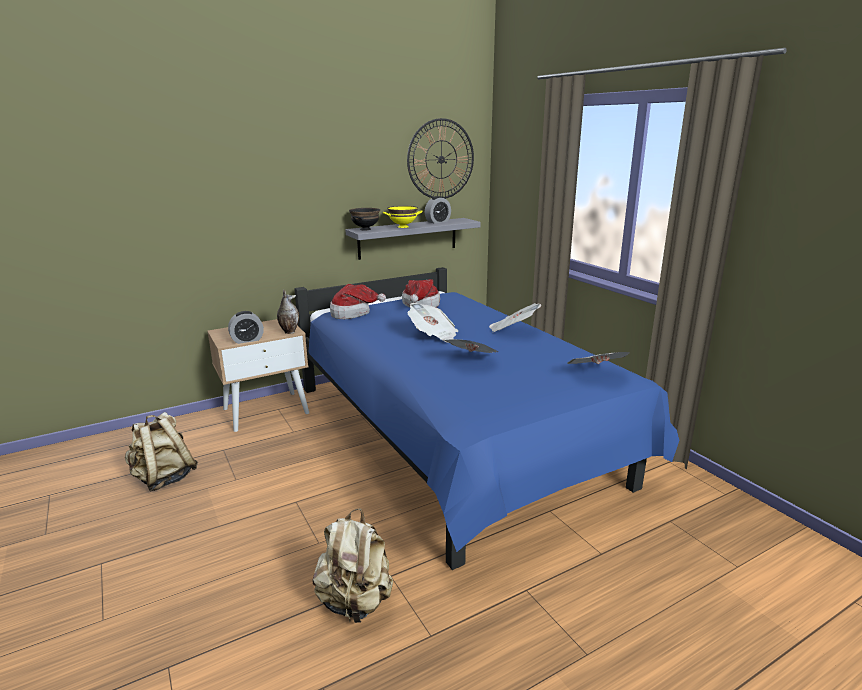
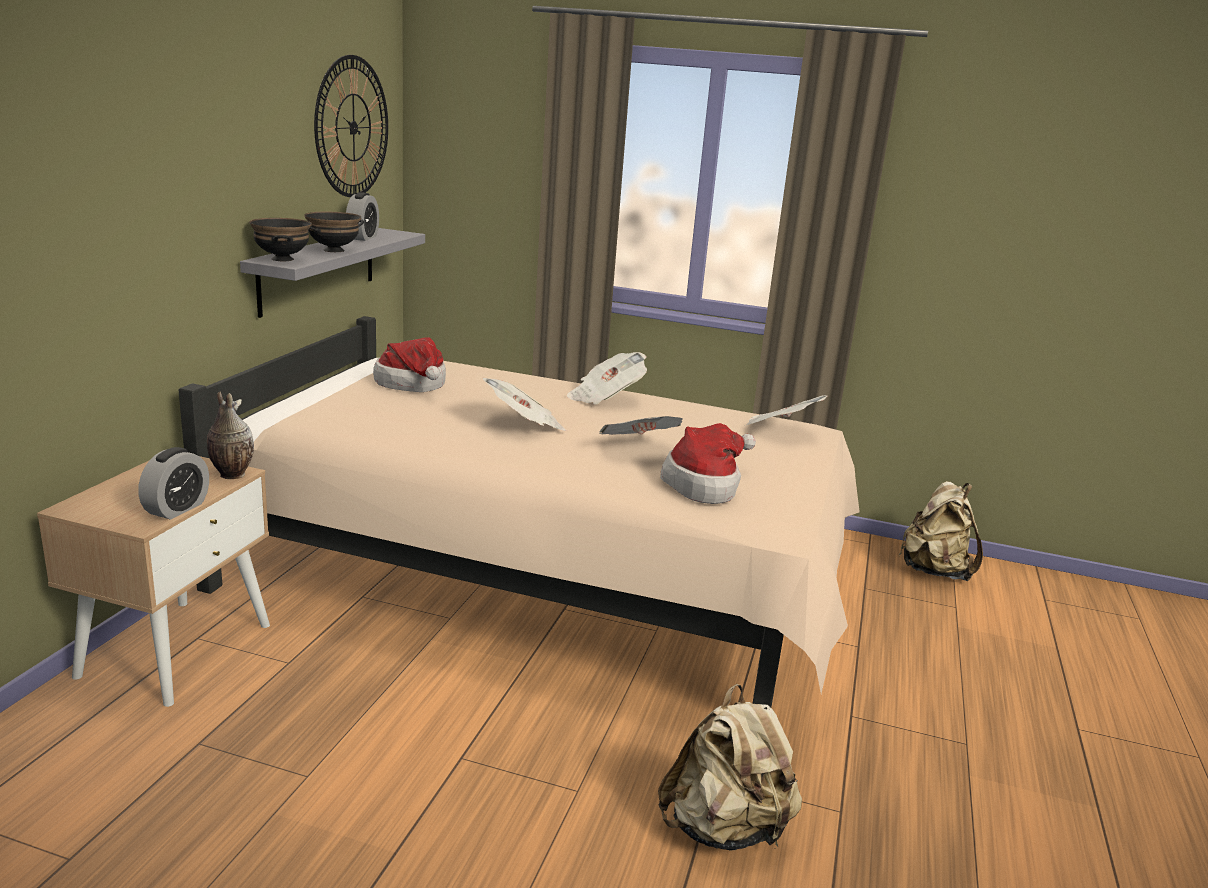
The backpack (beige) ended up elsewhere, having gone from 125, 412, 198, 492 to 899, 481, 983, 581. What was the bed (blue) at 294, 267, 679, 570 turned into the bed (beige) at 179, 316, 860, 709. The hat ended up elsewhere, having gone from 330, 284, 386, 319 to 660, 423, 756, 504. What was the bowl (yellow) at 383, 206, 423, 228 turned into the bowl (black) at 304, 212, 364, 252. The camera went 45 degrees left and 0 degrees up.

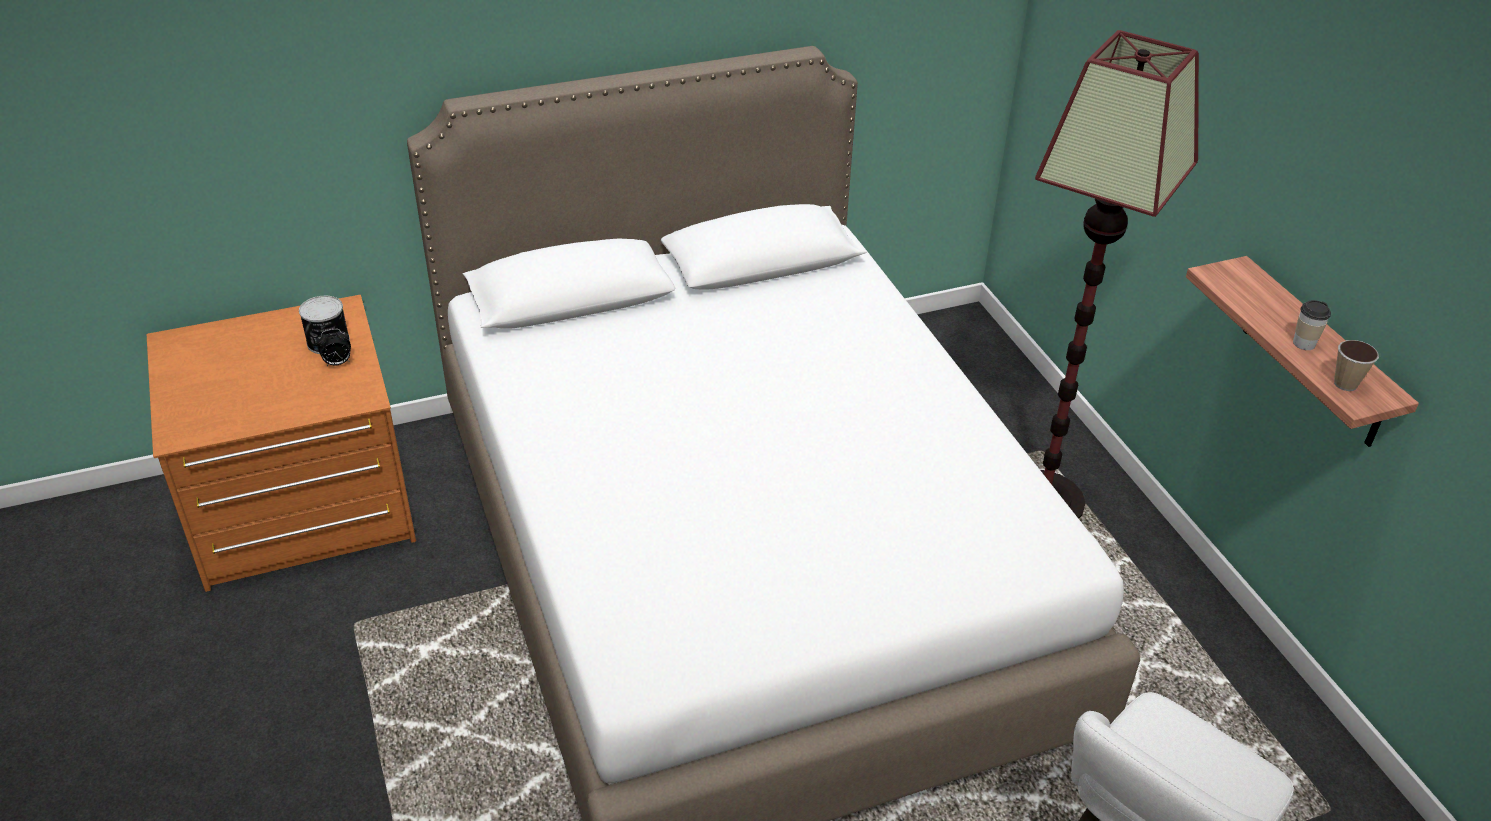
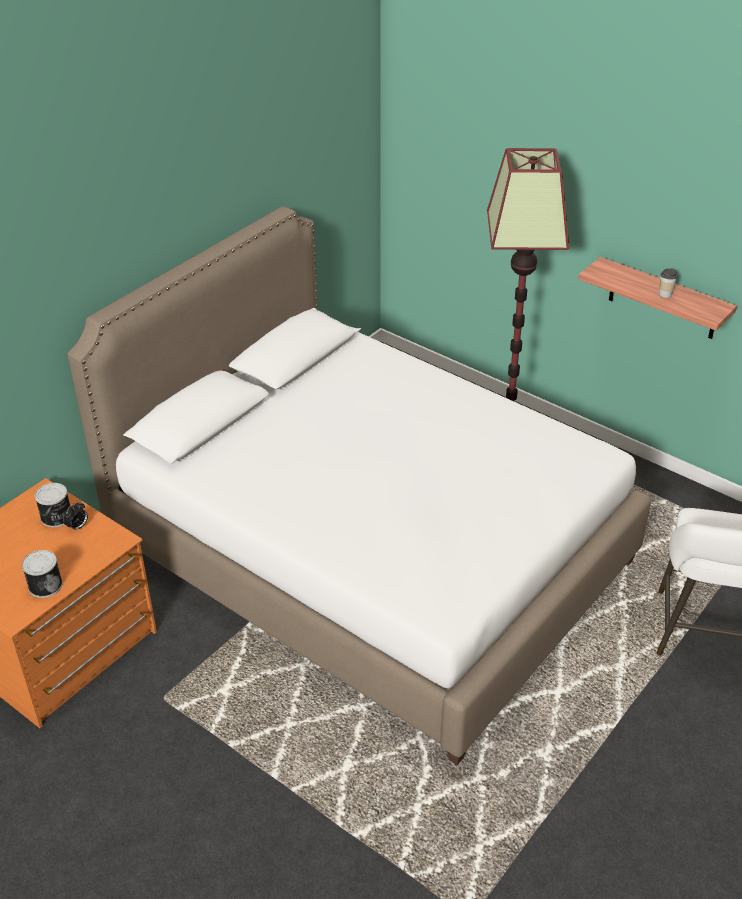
The second view lost the cup at 1334, 340, 1379, 391. The second view gained the can at 22, 550, 63, 598. The camera went 30 degrees left and 0 degrees up.

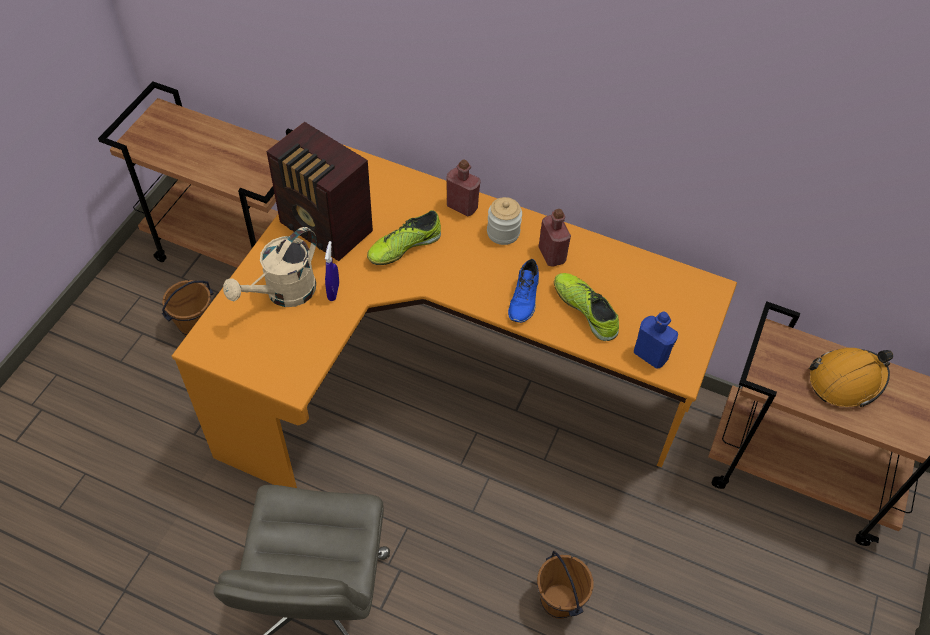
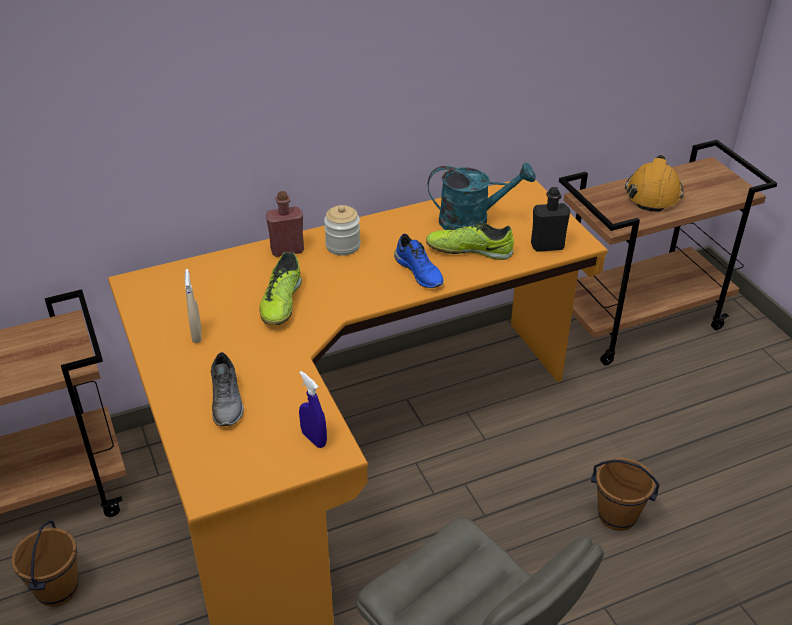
Where the watering can (beige) stood at 223, 227, 317, 307, the shoe (grey) came to stand at 211, 352, 244, 426. Where the radio stood at 266, 122, 373, 261, the spray bottle (beige) came to stand at 185, 269, 202, 343. The spray bottle (blue) ended up elsewhere, having gone from 325, 241, 339, 301 to 299, 371, 327, 448. The second view lost the bottle (red) at 538, 209, 571, 267. What was the bottle (blue) at 634, 311, 678, 369 turned into the bottle (black) at 531, 187, 570, 252. The second view gained the watering can (turquoise) at 428, 163, 536, 230. The camera went 45 degrees left and 15 degrees down.

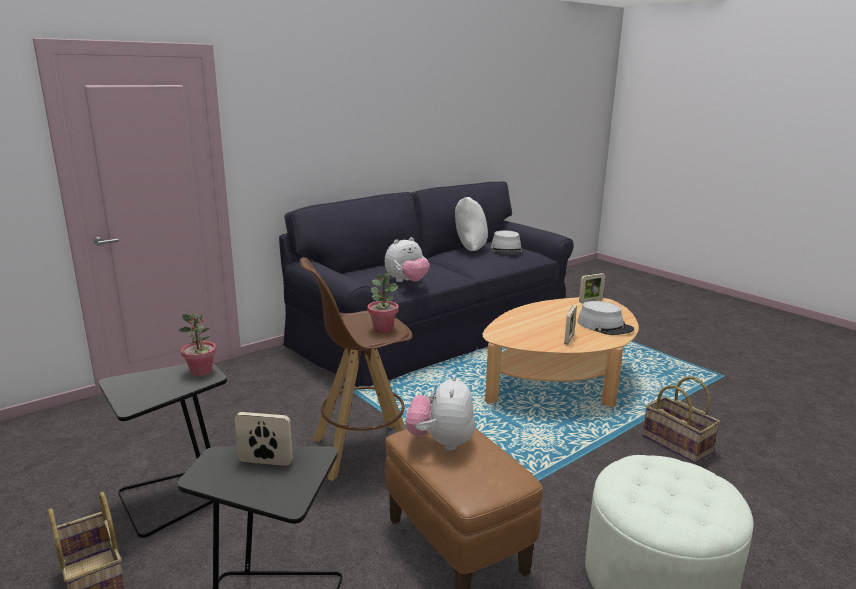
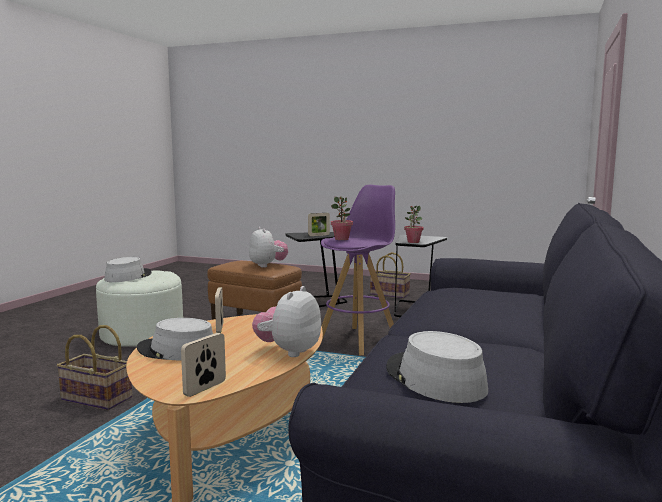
What was the stool (brown) at 300, 257, 412, 481 turned into the stool (purple) at 321, 184, 395, 355. The plush toy ended up elsewhere, having gone from 385, 237, 430, 282 to 252, 286, 321, 357. The second view lost the pillow (white) at 455, 197, 488, 251. The second view gained the hat (grey) at 104, 257, 152, 282. The camera went 150 degrees right and 10 degrees down.

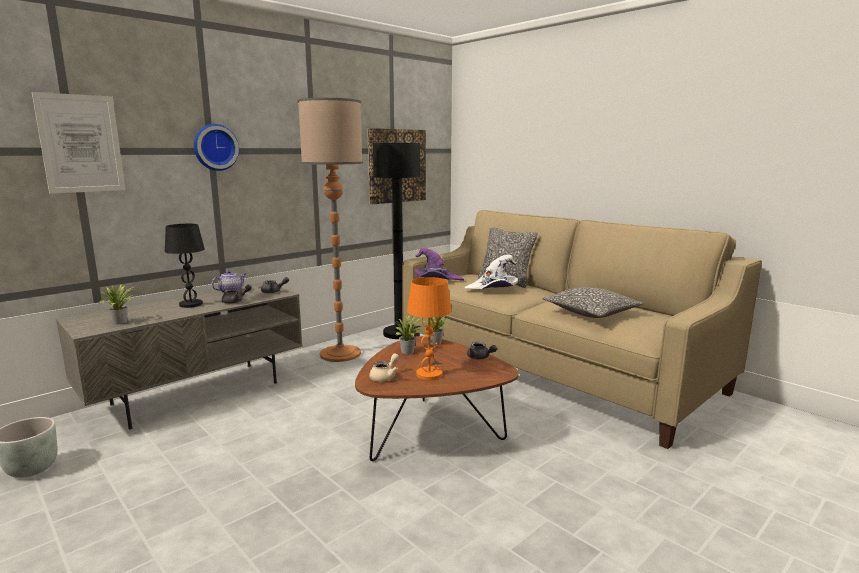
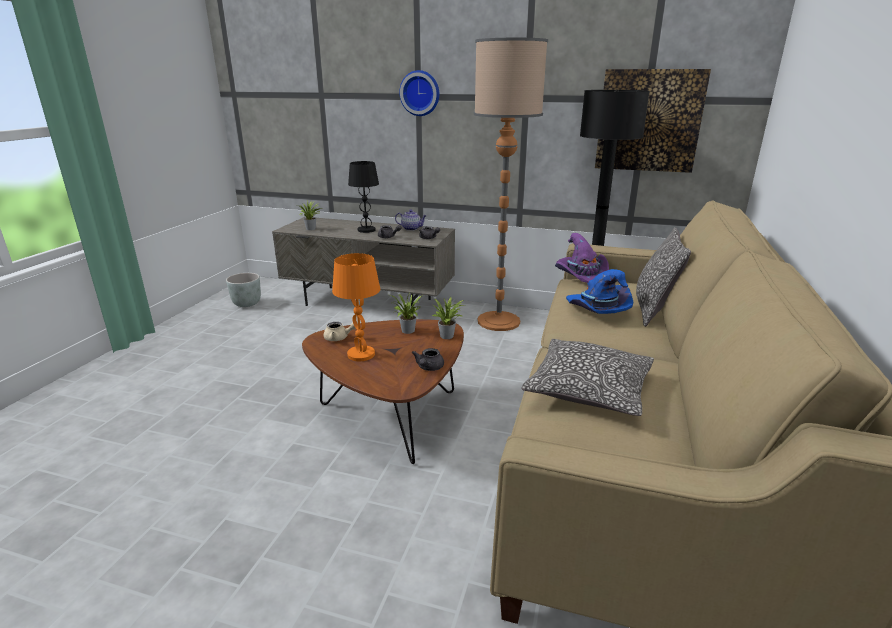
The second view lost the picture at 32, 92, 126, 194. What was the hat (white) at 464, 255, 518, 290 turned into the hat (blue) at 566, 269, 633, 314. The camera went 60 degrees right and 10 degrees up.

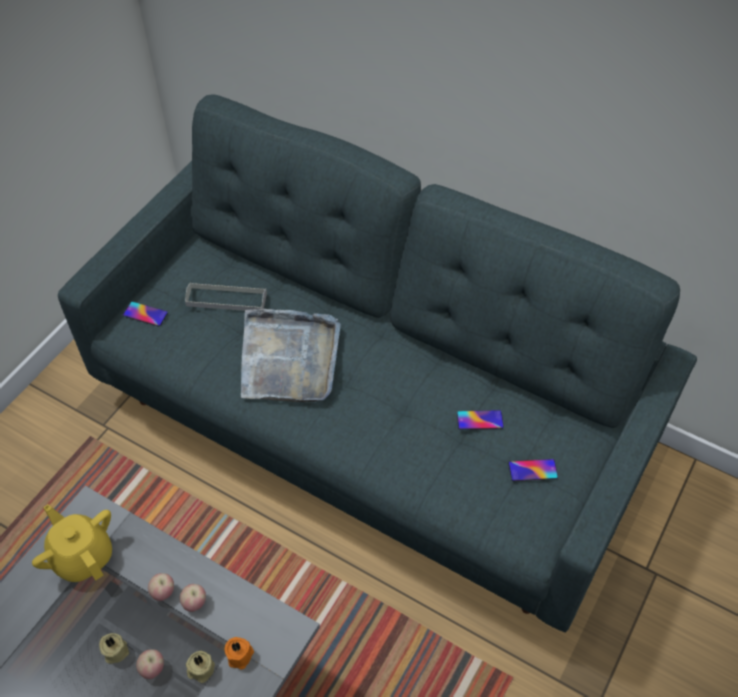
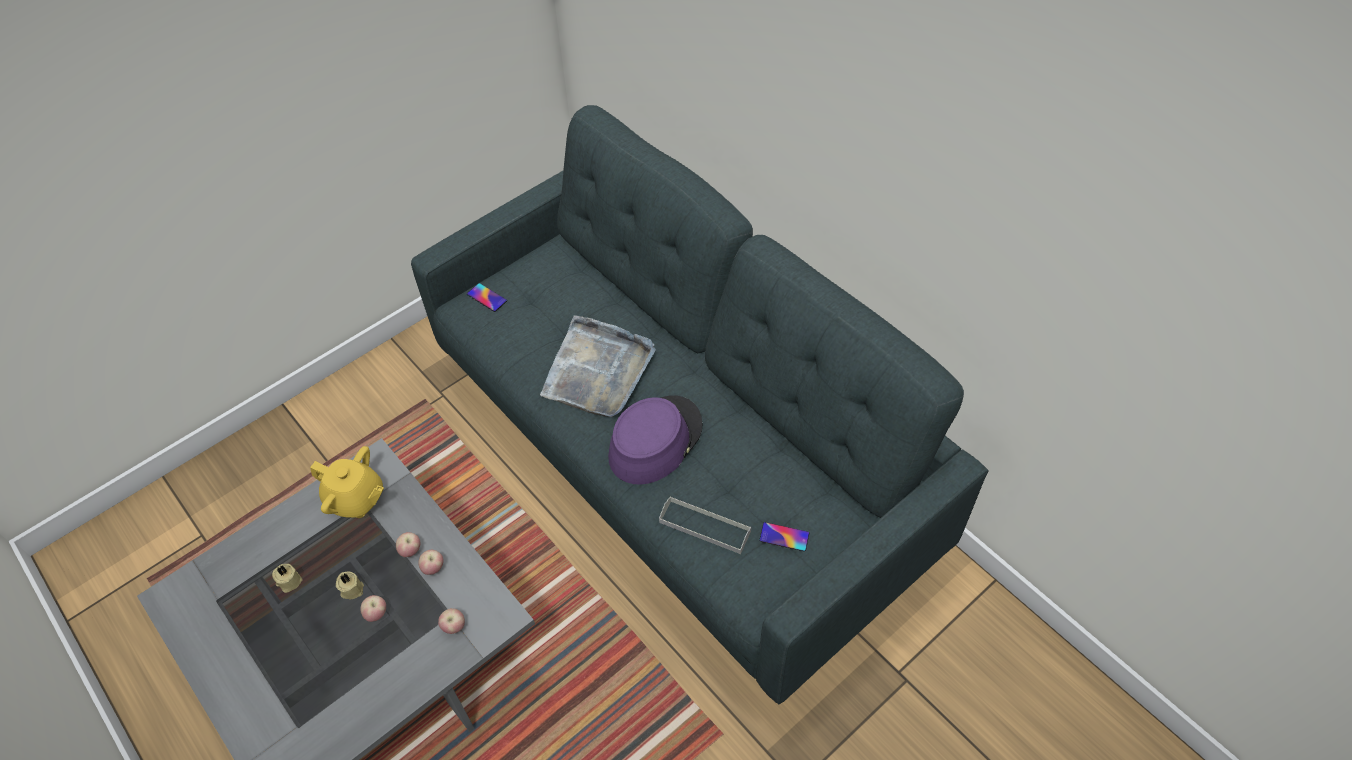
The teapot (yellow) at 32, 504, 112, 582 ended up facing another way, 135 degrees clockwise from before. The tray (grey) ended up elsewhere, having gone from 185, 283, 267, 311 to 659, 496, 751, 554. The candle (beige) ended up elsewhere, having gone from 186, 651, 215, 683 to 272, 564, 302, 593. Where the candle (orange) stood at 225, 637, 254, 669, the apple came to stand at 438, 608, 465, 634. The second view lost the phone at 457, 410, 504, 430. The second view gained the hat (purple) at 608, 396, 702, 485. The camera went 20 degrees right and 0 degrees up.

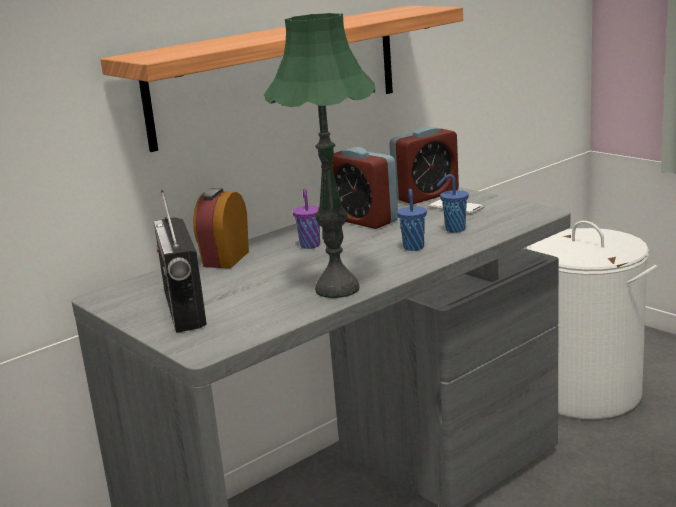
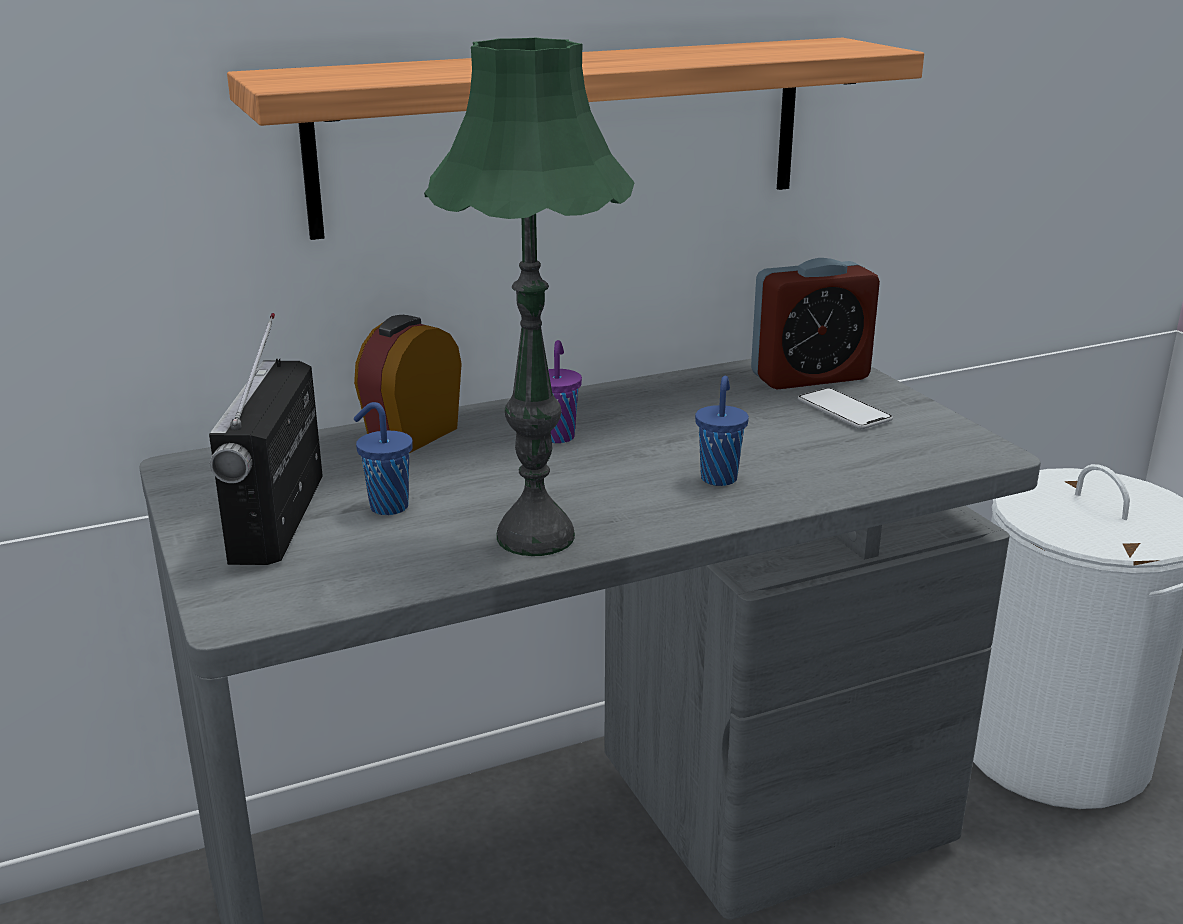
The second view lost the alarm clock at 332, 147, 398, 229. The cup (blue) ended up elsewhere, having gone from 437, 174, 469, 233 to 354, 402, 413, 515. The camera went 15 degrees right and 5 degrees up.

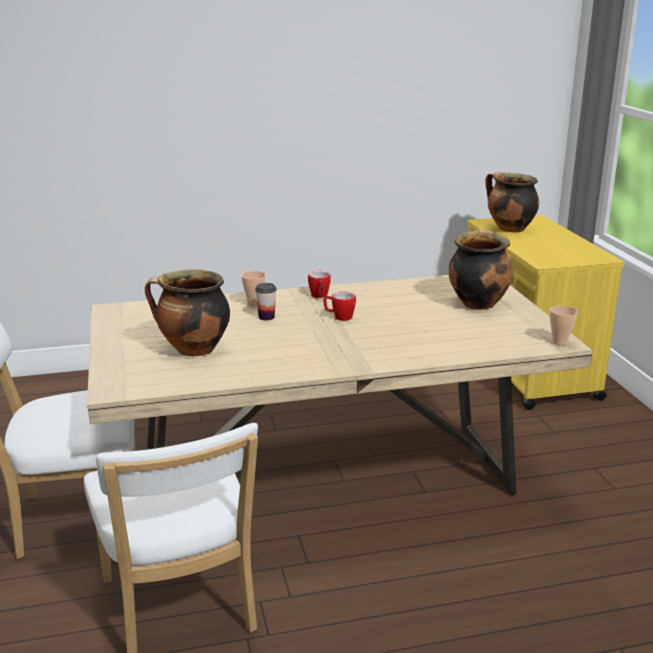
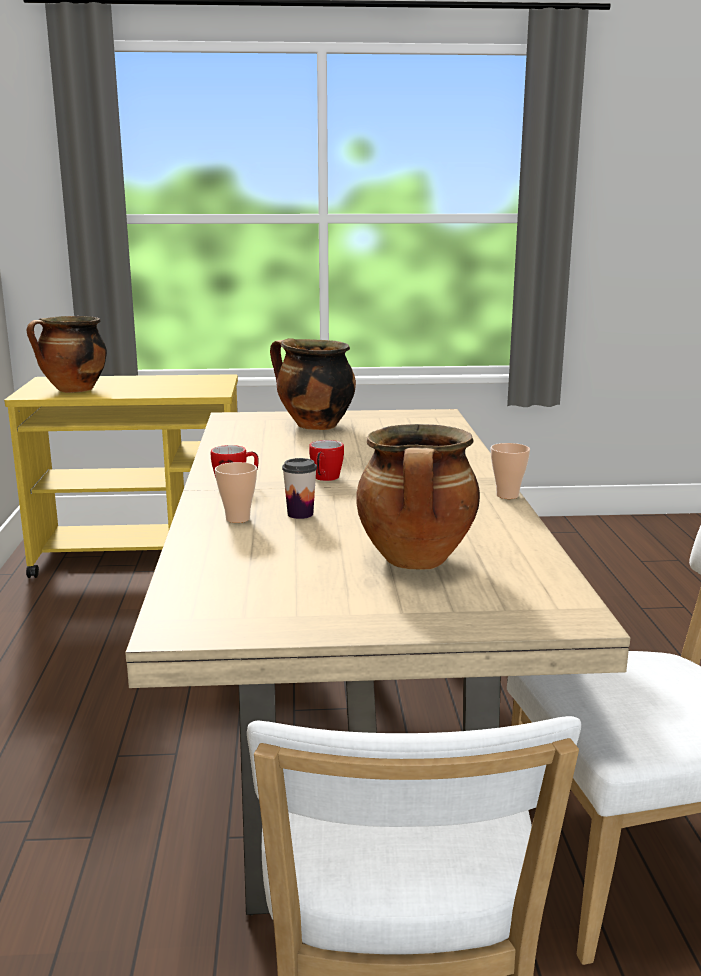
The cup ended up elsewhere, having gone from 549, 305, 578, 346 to 491, 443, 530, 499. The camera went 80 degrees left and 5 degrees down.

